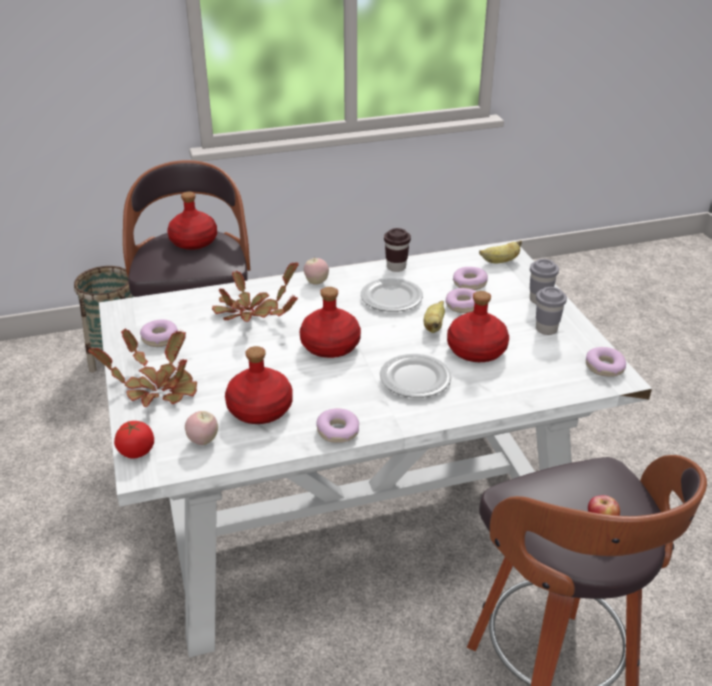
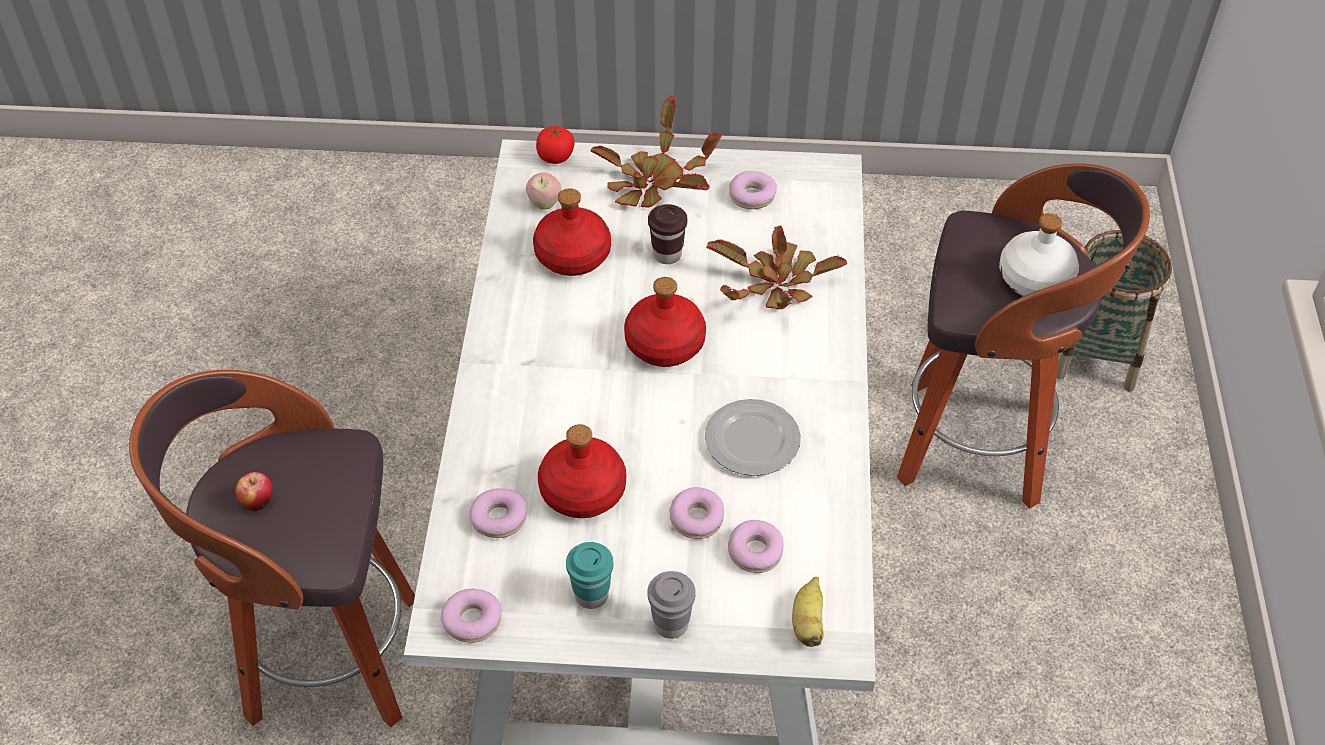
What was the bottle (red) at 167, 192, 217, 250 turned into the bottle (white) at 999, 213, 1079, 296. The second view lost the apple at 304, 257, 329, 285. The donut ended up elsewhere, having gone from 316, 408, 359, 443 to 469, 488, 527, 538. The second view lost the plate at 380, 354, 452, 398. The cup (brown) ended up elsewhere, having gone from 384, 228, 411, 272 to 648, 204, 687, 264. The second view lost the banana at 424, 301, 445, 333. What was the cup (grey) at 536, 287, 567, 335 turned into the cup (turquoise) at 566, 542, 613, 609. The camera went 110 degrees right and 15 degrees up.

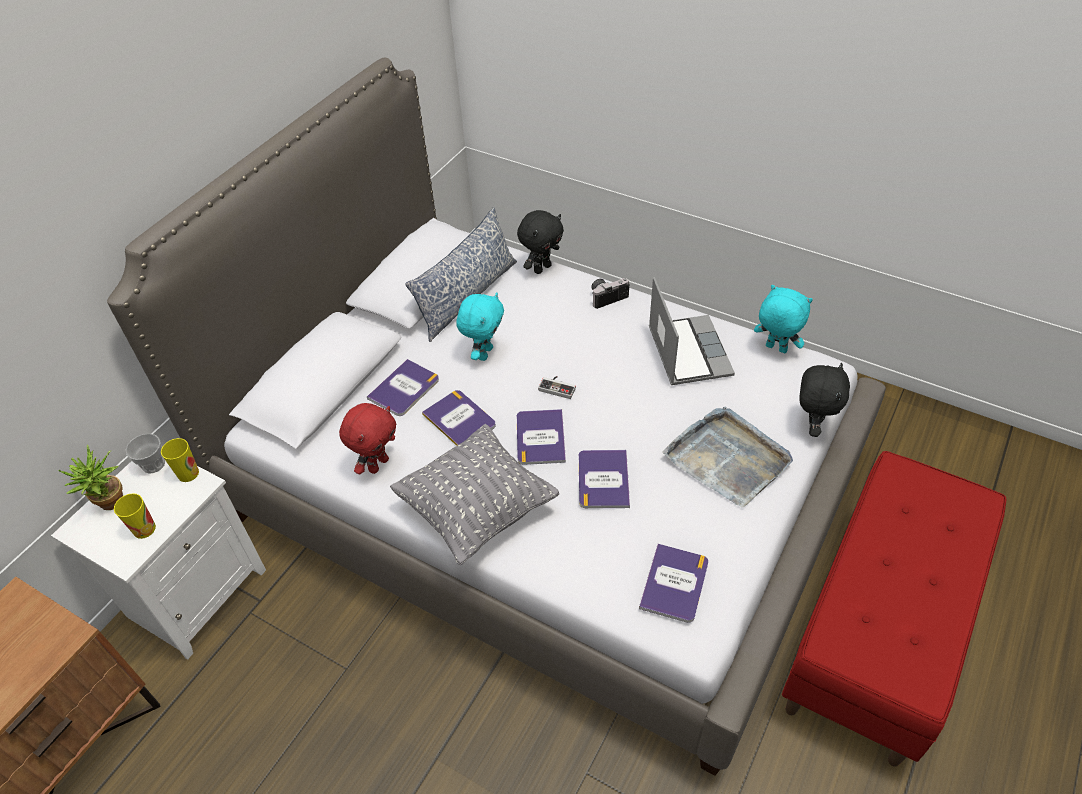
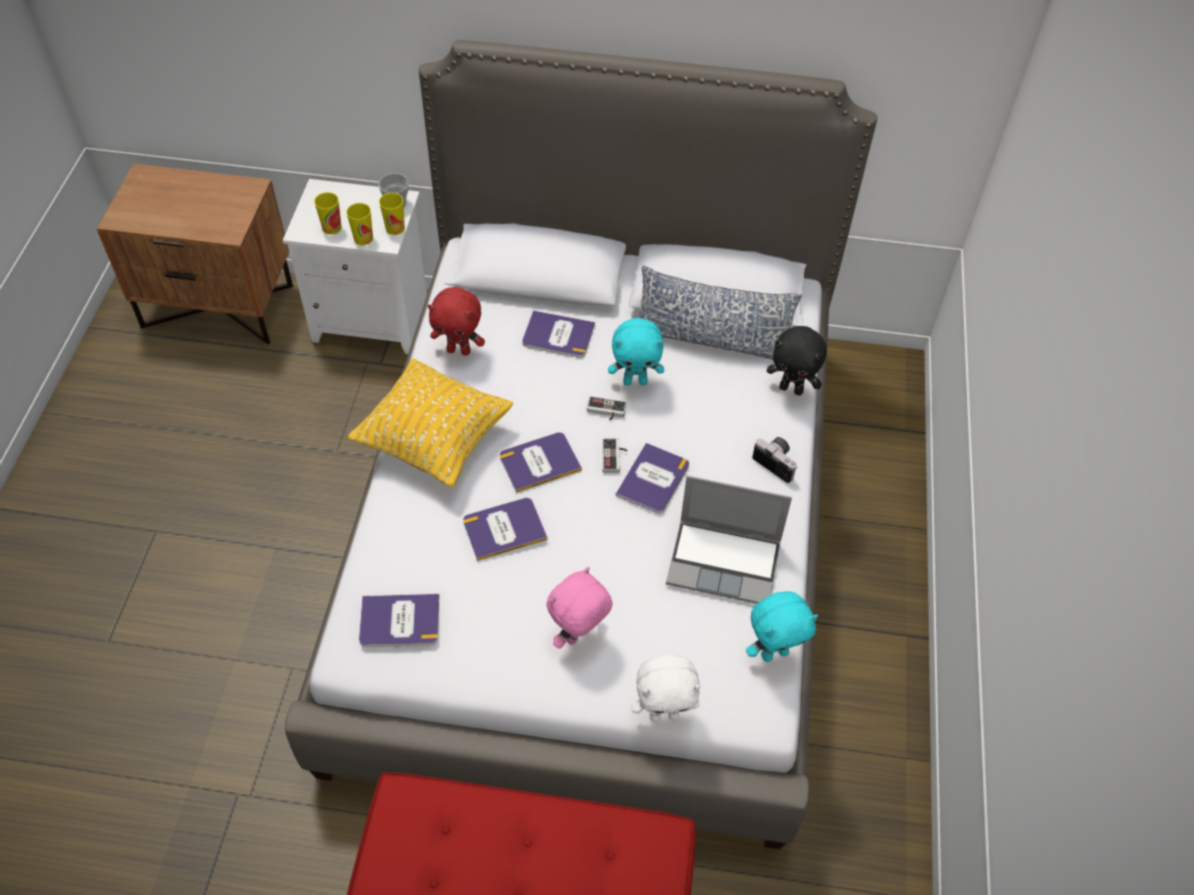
The second view lost the potted plant at 58, 445, 123, 510. What was the pillow (grey) at 390, 424, 559, 566 turned into the pillow (yellow) at 348, 358, 513, 488. The book ended up elsewhere, having gone from 422, 390, 496, 446 to 616, 443, 689, 514. The laptop at 649, 277, 735, 385 ended up facing another way, 45 degrees clockwise from before. Where the tray (grey) stood at 662, 407, 793, 508, the plush toy (pink) came to stand at 547, 567, 613, 649. The plush toy (turquoise) at 754, 285, 813, 353 ended up facing another way, 60 degrees clockwise from before. What was the plush toy (black) at 799, 363, 850, 437 turned into the plush toy (white) at 631, 654, 701, 722. The second view gained the cup at 346, 203, 373, 245. The second view gained the game controller at 587, 396, 627, 420. The camera went 65 degrees right and 5 degrees up.

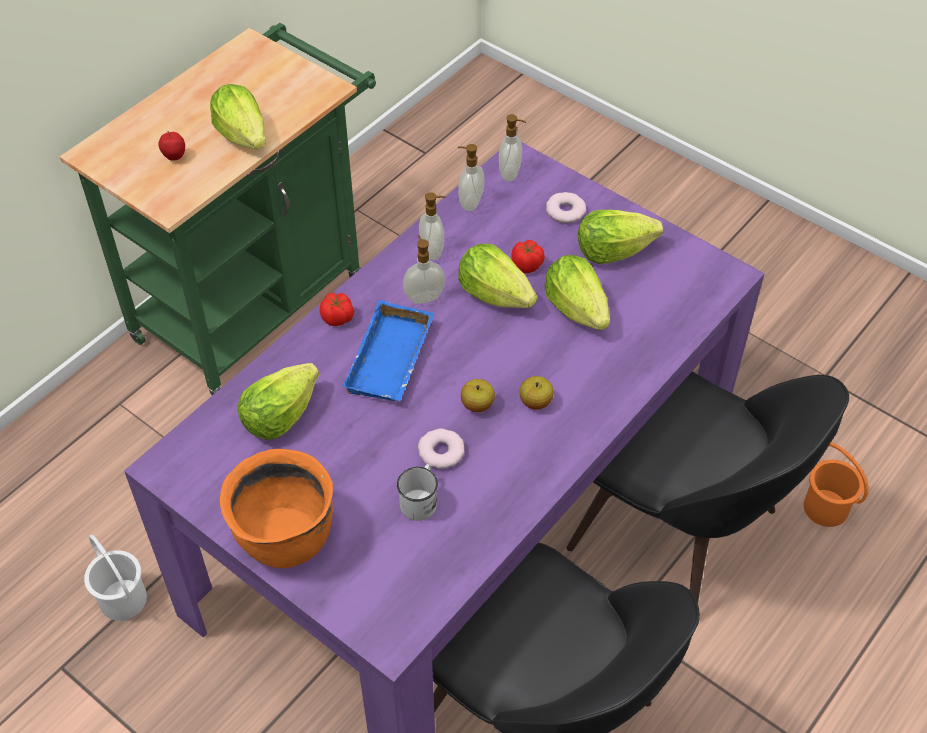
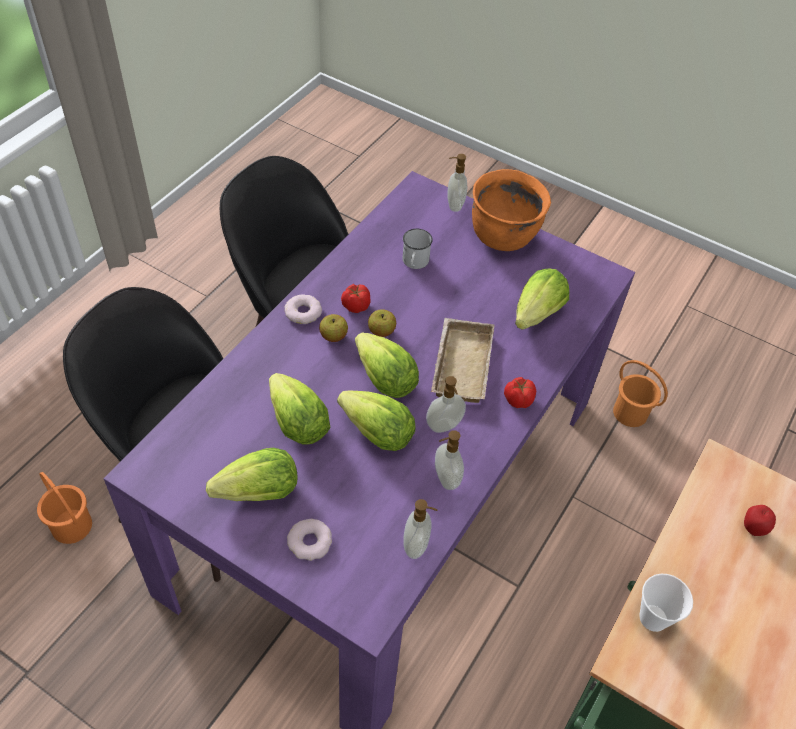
What was the bucket (white) at 84, 535, 147, 621 turned into the bucket (orange) at 613, 360, 668, 427. The lettuce ended up elsewhere, having gone from 210, 84, 265, 149 to 355, 332, 419, 398. What was the tray (blue) at 342, 300, 434, 401 turned into the tray (beige) at 431, 318, 495, 403. The donut ended up elsewhere, having gone from 418, 428, 464, 469 to 285, 294, 322, 324. The soap dispenser ended up elsewhere, having gone from 499, 114, 526, 181 to 447, 154, 467, 212. The tomato ended up elsewhere, having gone from 511, 240, 545, 273 to 341, 284, 371, 313. The second view gained the cup at 639, 574, 693, 632. The camera went 170 degrees right and 0 degrees up.

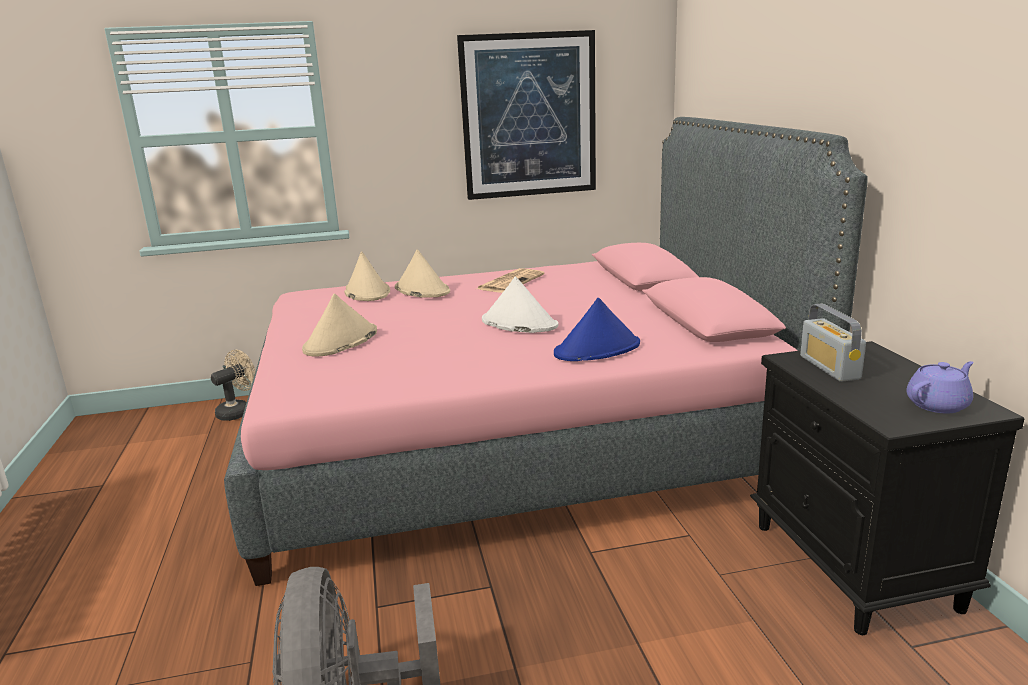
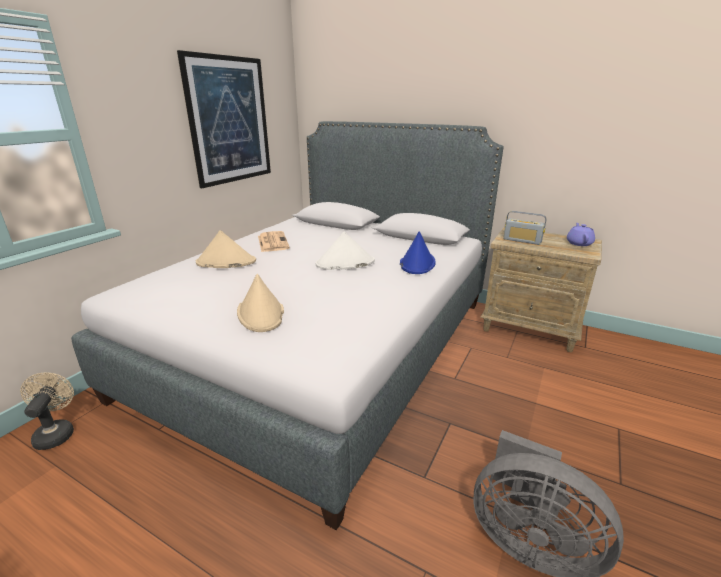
What was the bed (pink) at 224, 117, 868, 586 turned into the bed (grey) at 71, 121, 504, 530. The second view lost the hat (beige) at 344, 251, 390, 301. What was the nightstand (black) at 750, 341, 1024, 635 turned into the nightstand (beige) at 480, 227, 602, 352. The camera went 50 degrees left and 5 degrees up.

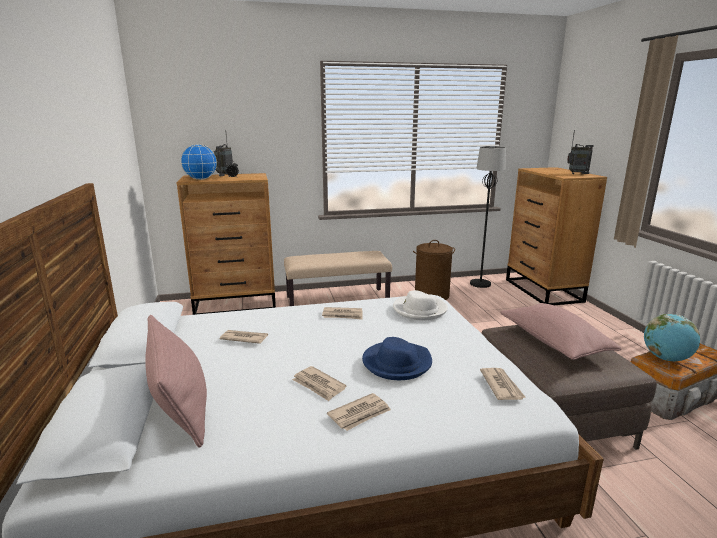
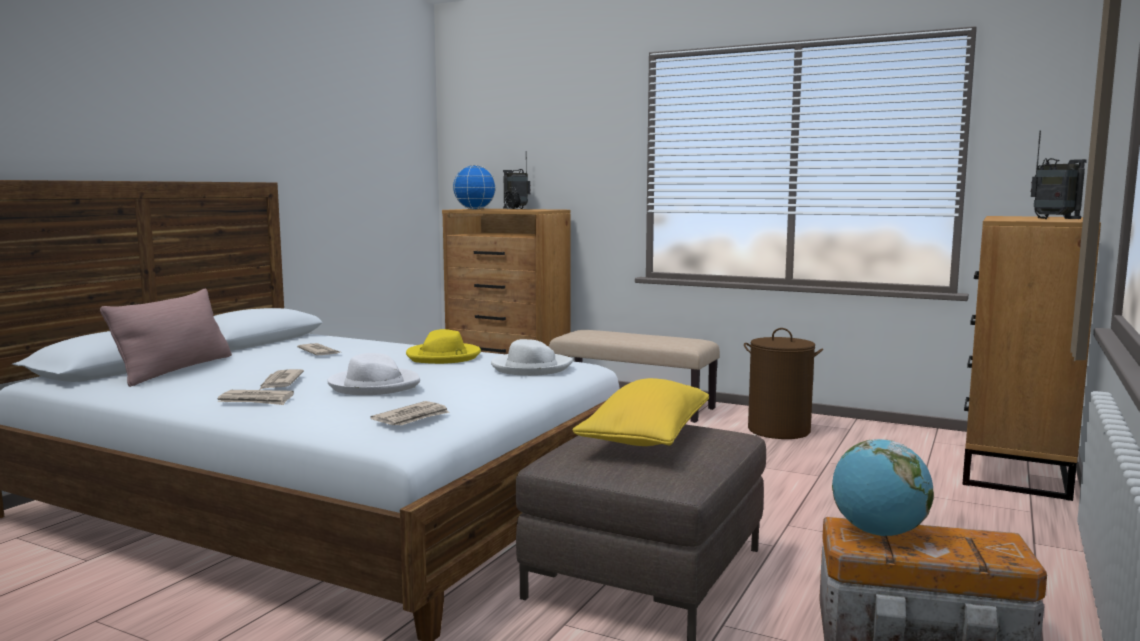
Where the newspaper stood at 322, 307, 362, 320, the hat (yellow) came to stand at 406, 329, 481, 364. What was the hat (blue) at 362, 337, 432, 380 turned into the hat (white) at 327, 353, 420, 395. The second view lost the floor lamp (black) at 470, 146, 506, 288. What was the pillow (pink) at 500, 303, 621, 360 turned into the pillow (yellow) at 573, 378, 709, 446. The camera went 40 degrees right and 10 degrees down.

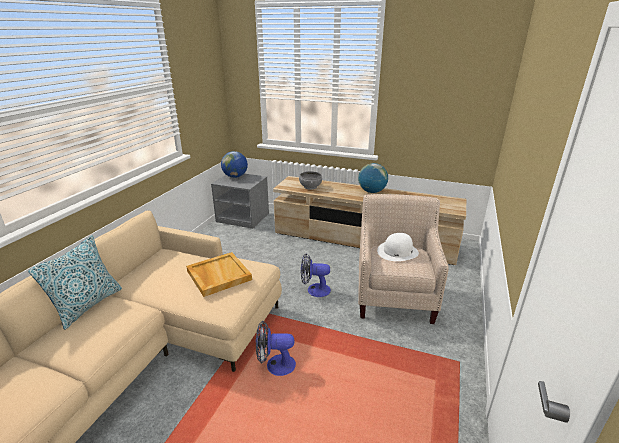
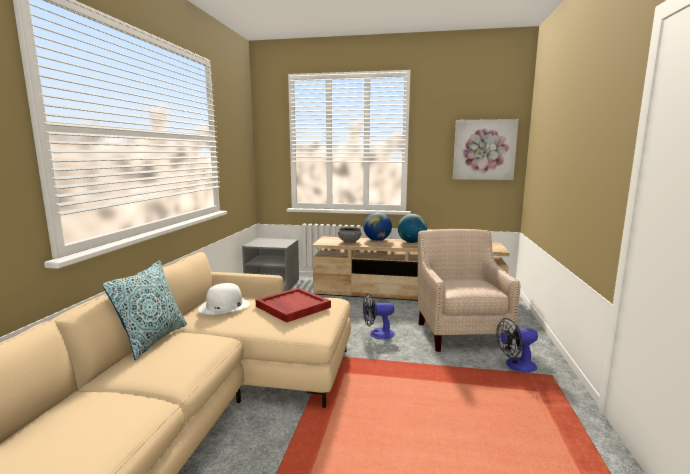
What was the tray (beige) at 186, 252, 252, 297 turned into the tray (red) at 255, 288, 331, 323. The globe ended up elsewhere, having gone from 221, 151, 248, 178 to 363, 212, 392, 241. The fan ended up elsewhere, having gone from 256, 321, 296, 376 to 496, 318, 538, 373. The hat (white) ended up elsewhere, having gone from 377, 233, 419, 261 to 198, 283, 250, 315. The second view gained the picture at 453, 119, 519, 180. The camera went 10 degrees left and 15 degrees down.

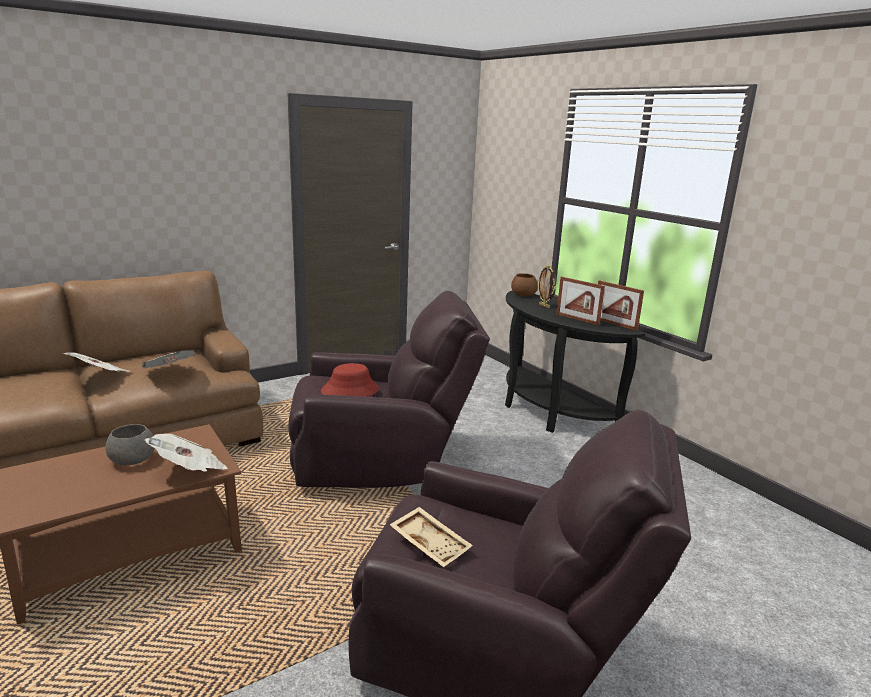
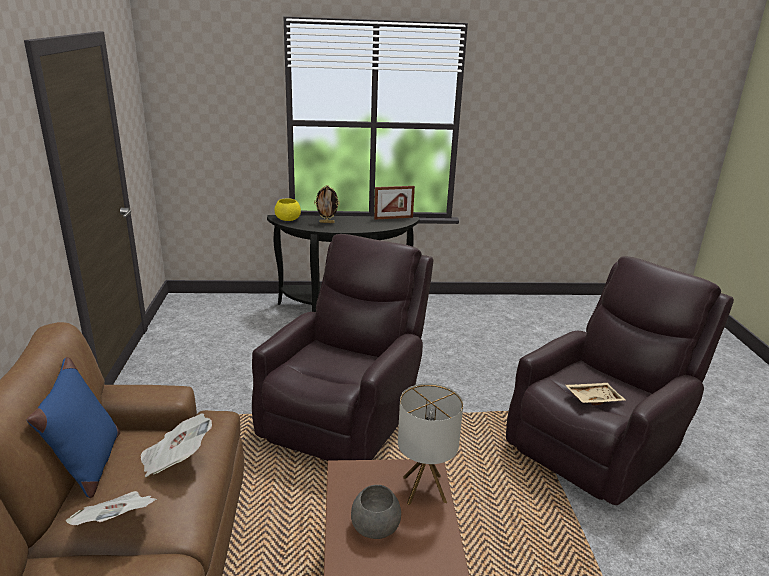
Where the newspaper stood at 145, 433, 228, 472, the table lamp came to stand at 398, 383, 463, 505. The second view lost the hat (red) at 321, 363, 379, 397. What was the bowl (brown) at 511, 274, 538, 297 turned into the bowl (yellow) at 275, 199, 301, 221. The second view lost the picture frame at 556, 277, 605, 325. The second view gained the pillow (blue) at 27, 357, 120, 498. The camera went 60 degrees left and 5 degrees up.

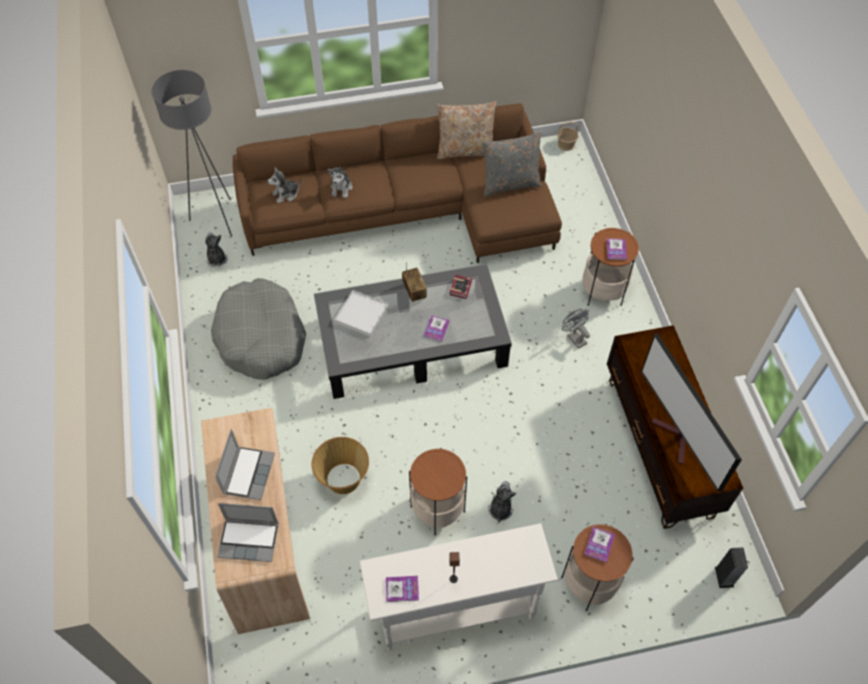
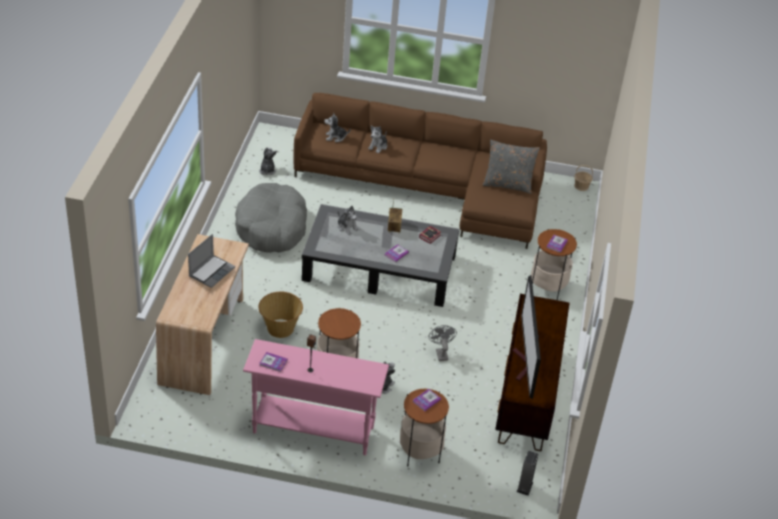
The second view lost the floor lamp (grey) at 152, 70, 232, 237. The second view lost the laptop at 217, 503, 279, 562. Where the tray (white) stood at 334, 290, 388, 337, the plush toy came to stand at 338, 206, 359, 235. What was the console table (white) at 359, 523, 558, 651 turned into the console table (pink) at 243, 339, 389, 456. The second view lost the pillow (beige) at 437, 102, 497, 159. The fan (grey) ended up elsewhere, having gone from 562, 309, 590, 349 to 429, 325, 457, 361. The camera went 20 degrees right and 15 degrees down.

